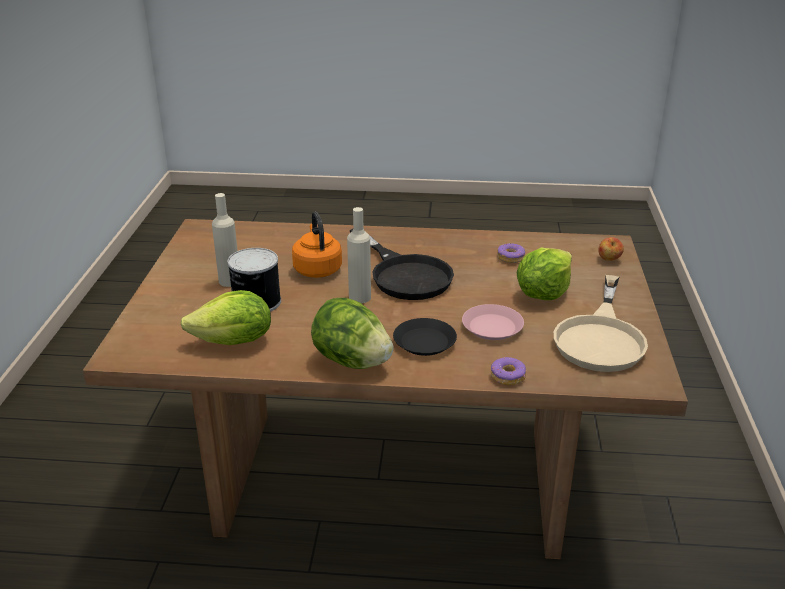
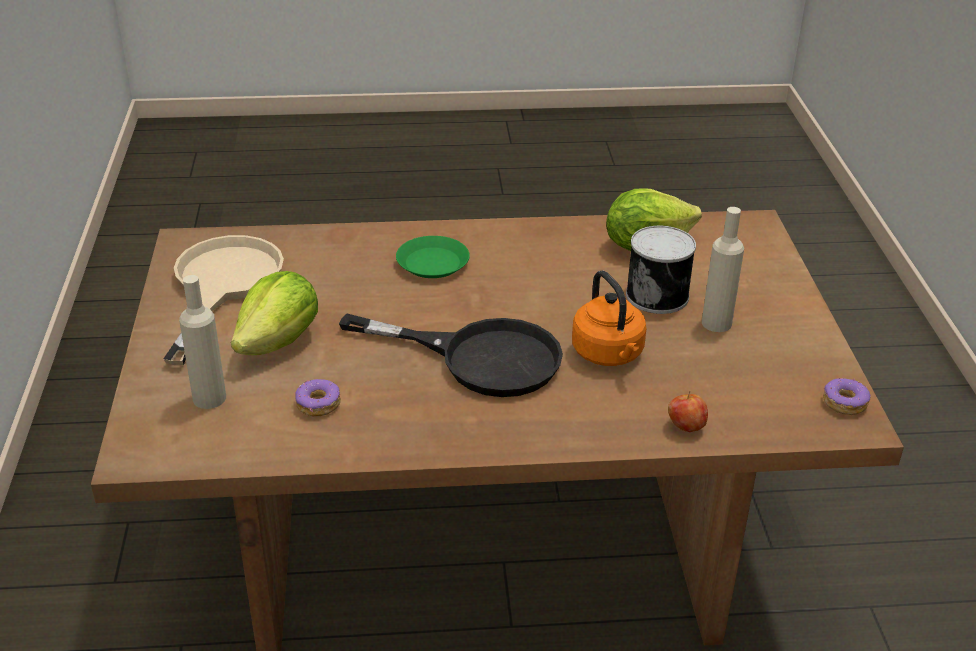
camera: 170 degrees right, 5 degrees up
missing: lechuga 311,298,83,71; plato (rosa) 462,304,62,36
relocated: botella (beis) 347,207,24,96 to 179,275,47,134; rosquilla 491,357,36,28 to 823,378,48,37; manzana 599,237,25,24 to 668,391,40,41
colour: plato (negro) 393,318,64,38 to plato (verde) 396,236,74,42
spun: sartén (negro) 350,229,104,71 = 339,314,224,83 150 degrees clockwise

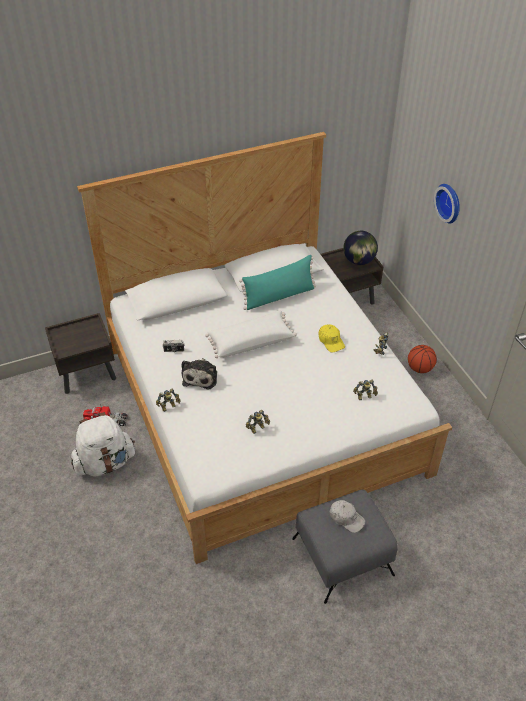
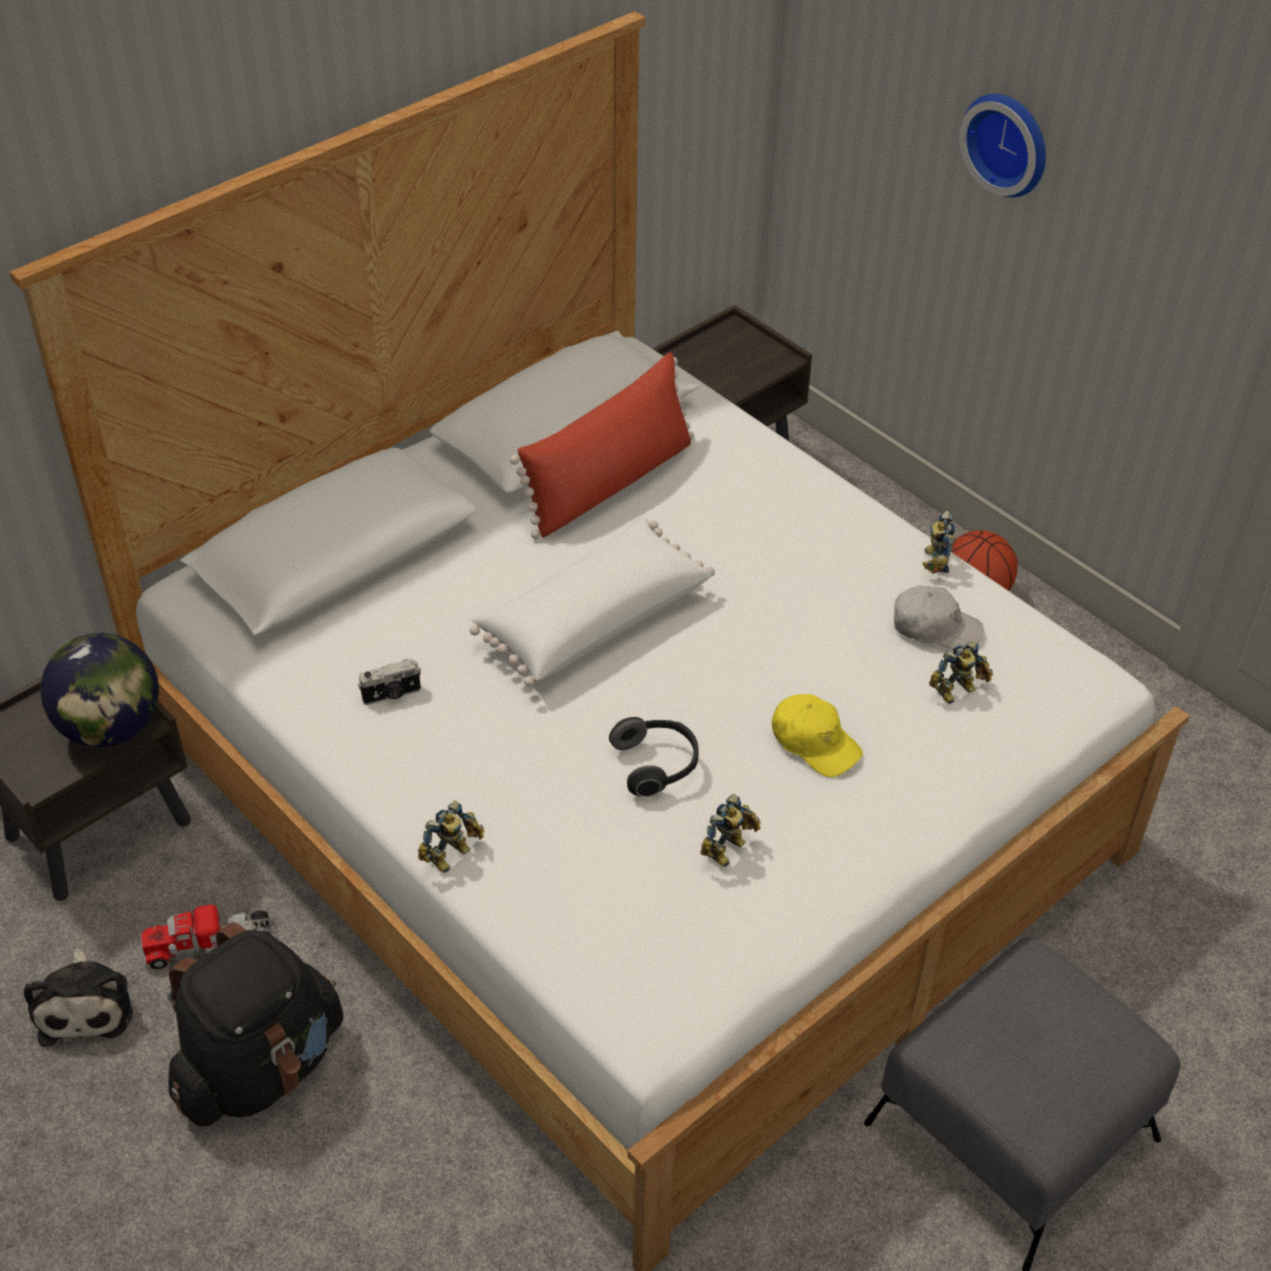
camera: 20 degrees left, 0 degrees up
appeared: auriculares 609,717,90,80
relocated: peluche 181,358,36,31 to 24,949,109,98; gorra (amarillo) 319,324,26,29 to 772,694,91,83; gorra (blanco) 330,500,36,33 to 894,585,90,65; globo terráqueo 343,231,35,34 to 40,633,119,114
colour: mochila (blanco) 71,412,64,65 to mochila (negro) 167,922,176,204; cojín (turquesa) 239,255,77,55 to cojín (rojo) 510,352,184,187

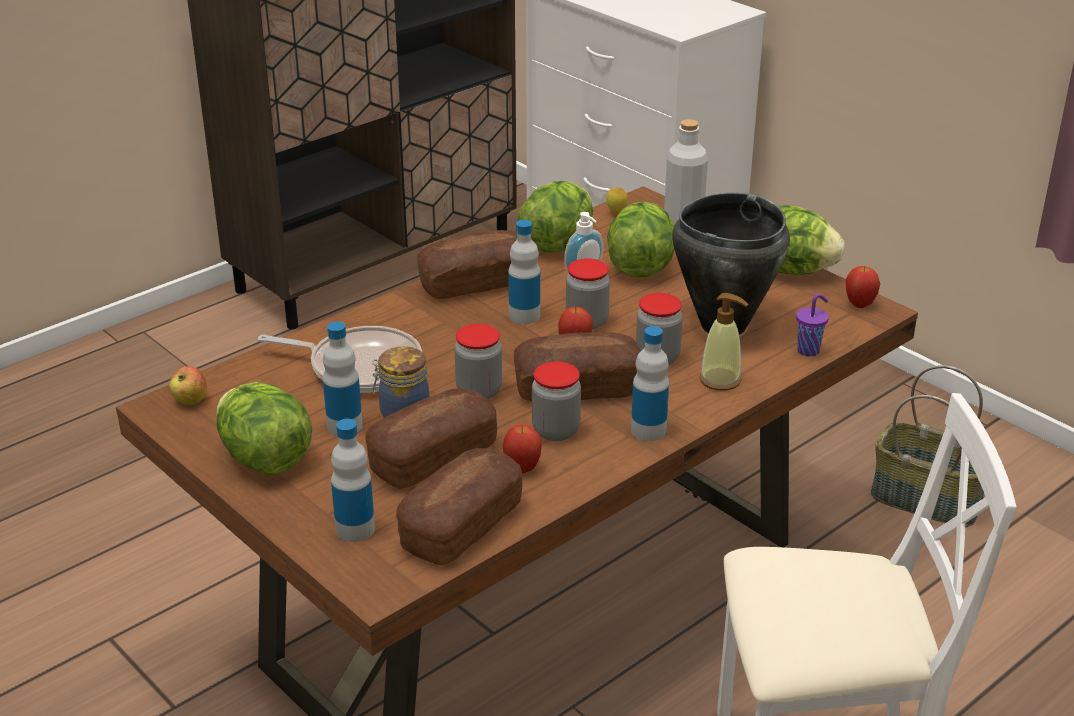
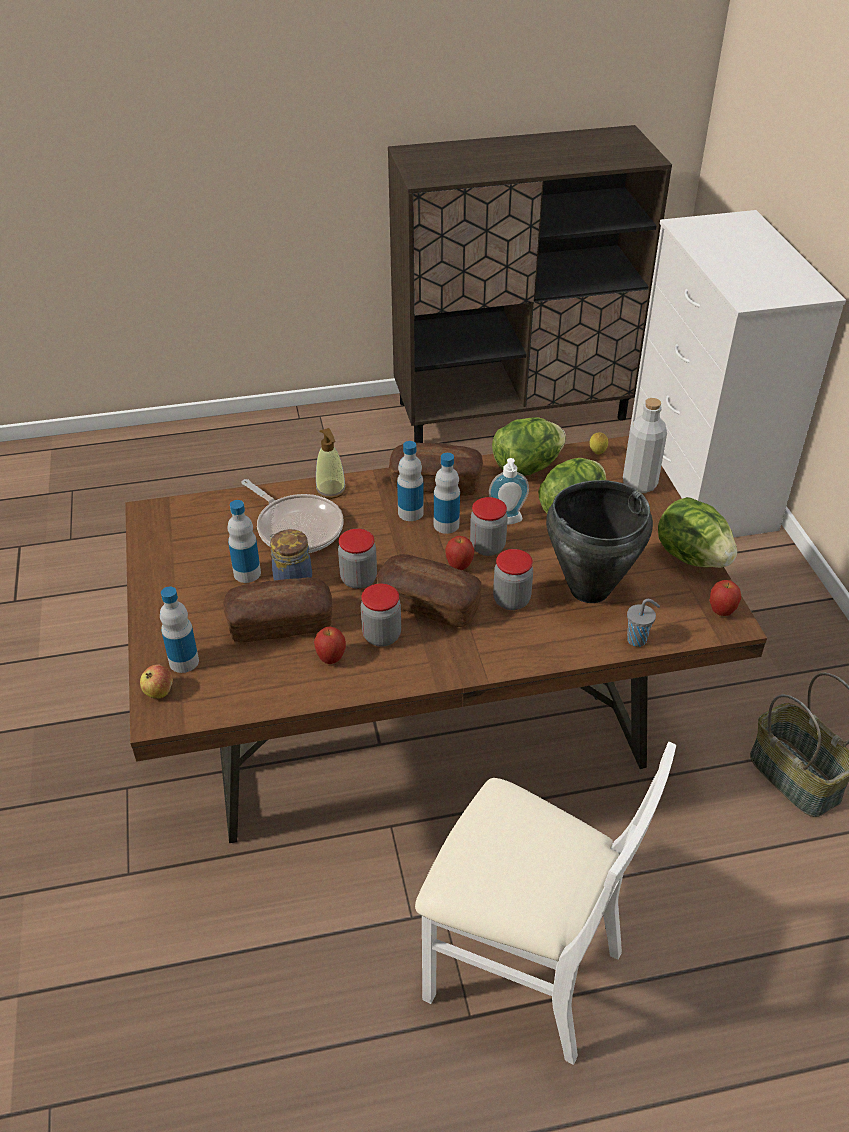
camera: 30 degrees right, 10 degrees up
missing: lechuga 216,382,96,93; pan 396,448,127,118
relocated: manzana 169,366,38,39 to 140,665,33,34; botella 631,326,38,115 to 397,441,27,80; dispensador de jabón 699,293,49,98 to 315,428,31,71
colour: taza (morado) 796,294,33,63 to taza (gris) 627,599,33,48

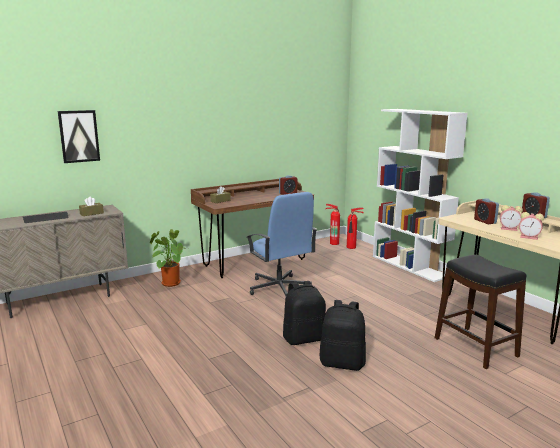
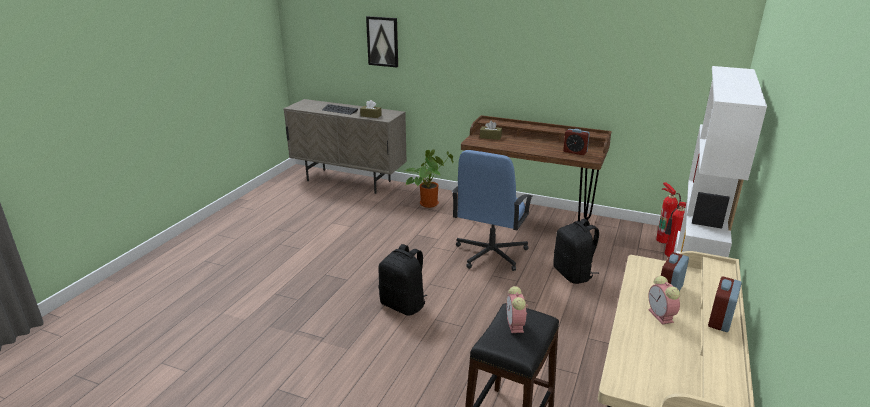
camera: 55 degrees right, 10 degrees up
relocated: mochila (negro) 320,300,46,71 to 553,219,46,65; despertador 519,212,25,28 to 506,286,22,47

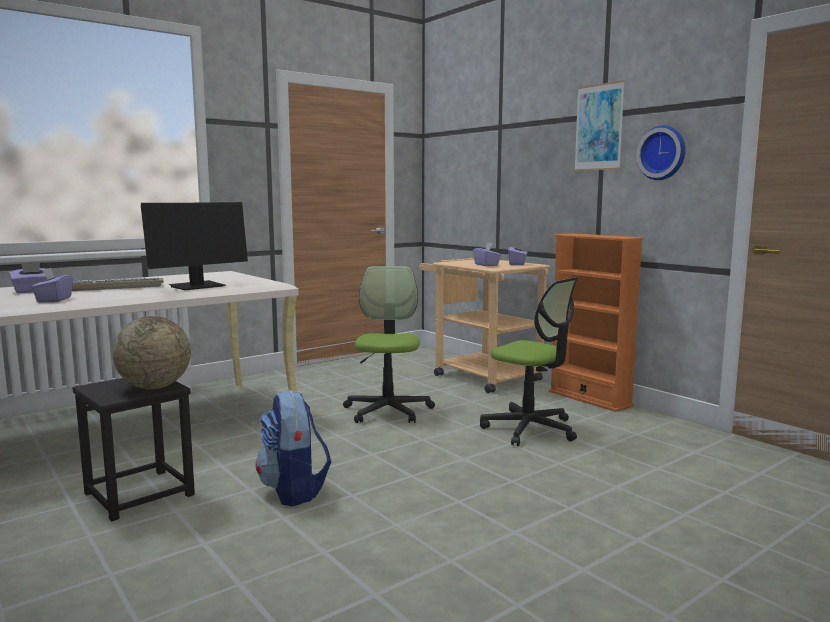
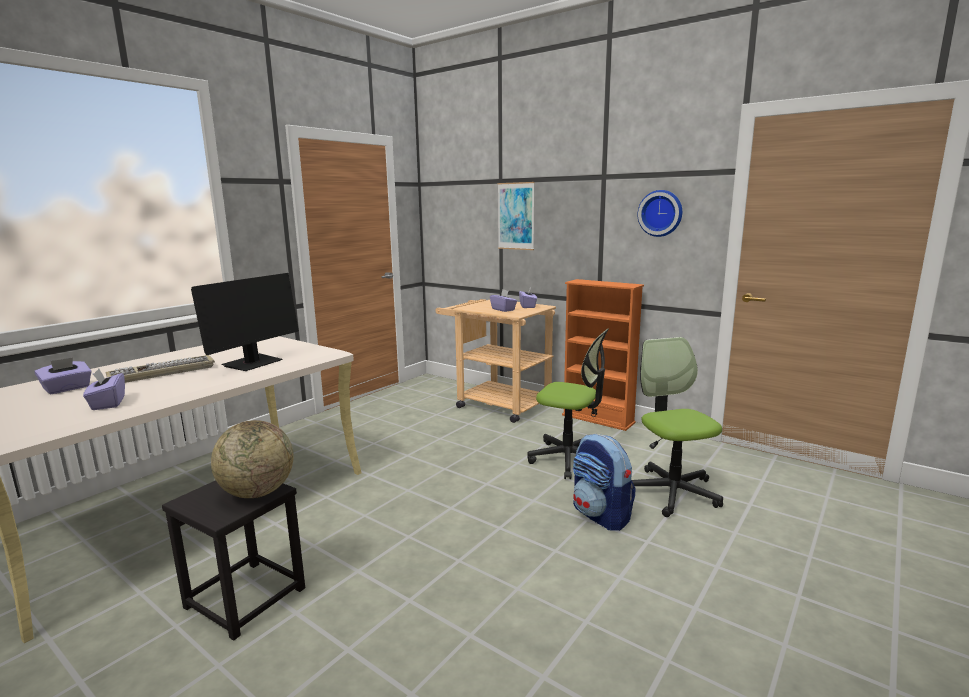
camera: 15 degrees left, 5 degrees up
relocated: mochila 256,390,75,116 to 573,434,62,97; silla de oficina 343,266,92,157 to 632,337,91,180; cuadro 574,80,51,91 to 498,182,37,68

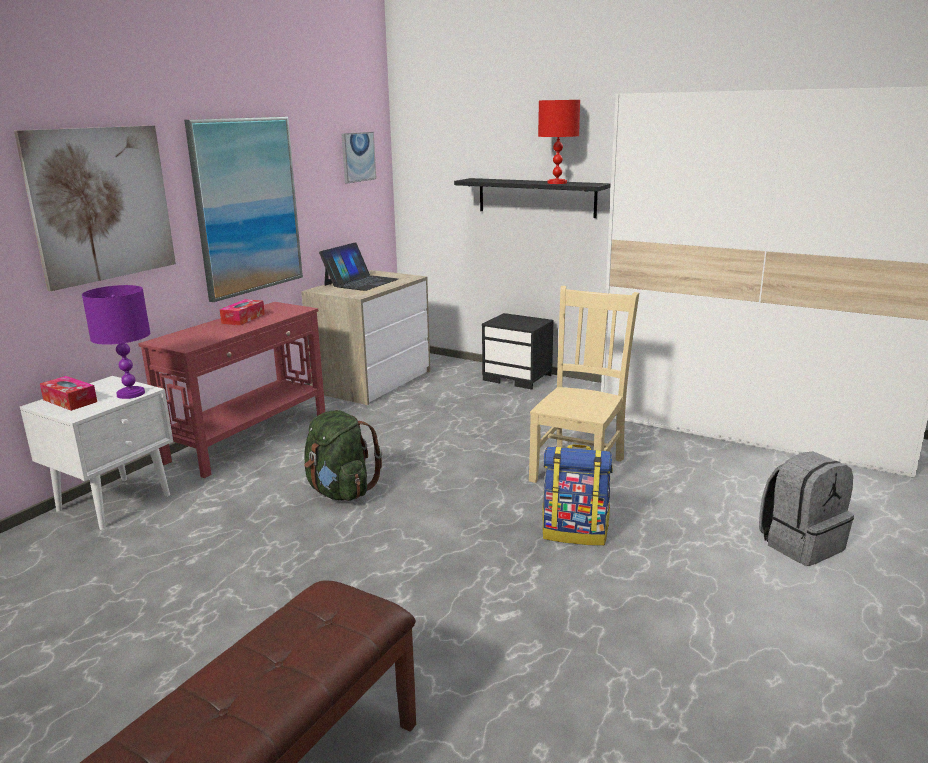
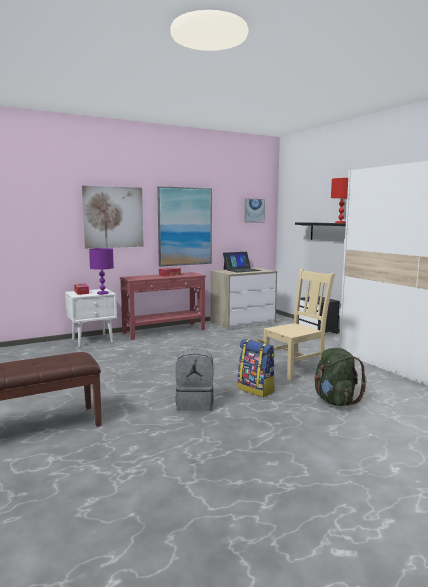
camera: 30 degrees right, 10 degrees down
relocated: mochila (verde) 304,410,78,91 to 314,348,53,58; mochila (gris) 759,451,95,115 to 175,349,39,62

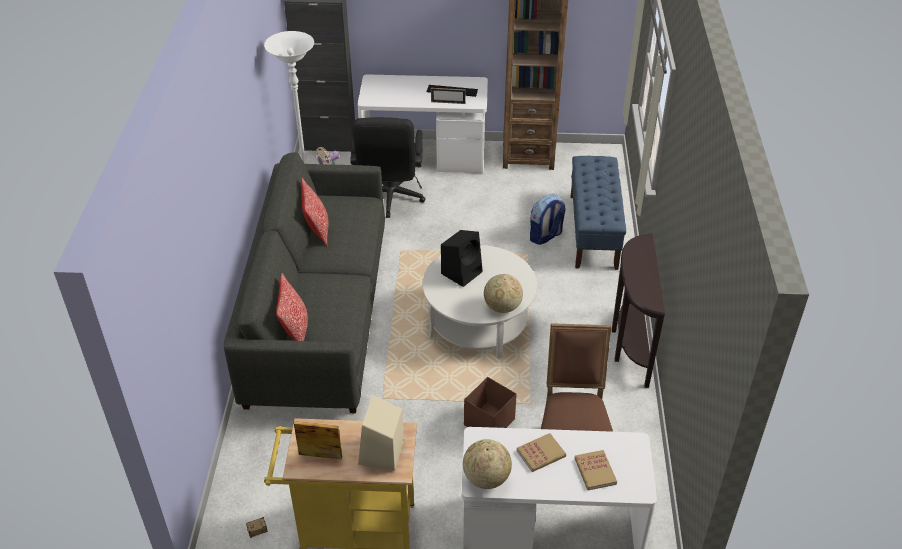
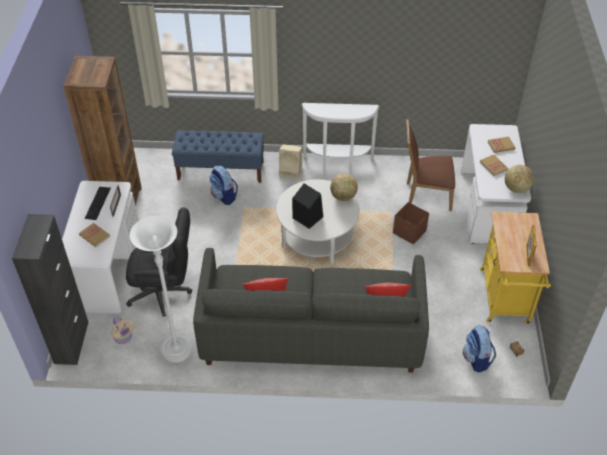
camera: 90 degrees left, 5 degrees up
appeared: libro 79,223,31,24; mochila 463,325,33,48
relocated: altavoz (beis) 358,395,46,76 to 279,144,23,35
colour: mesa consola (marrón) 612,233,53,155 to mesa consola (blanco) 302,103,77,67

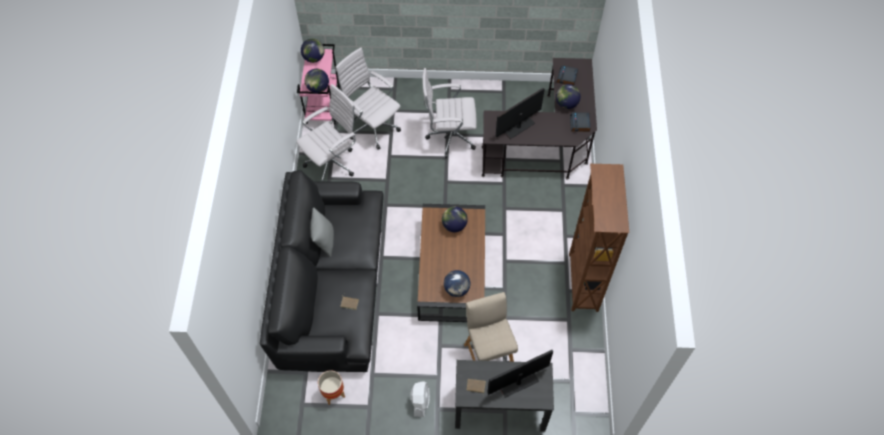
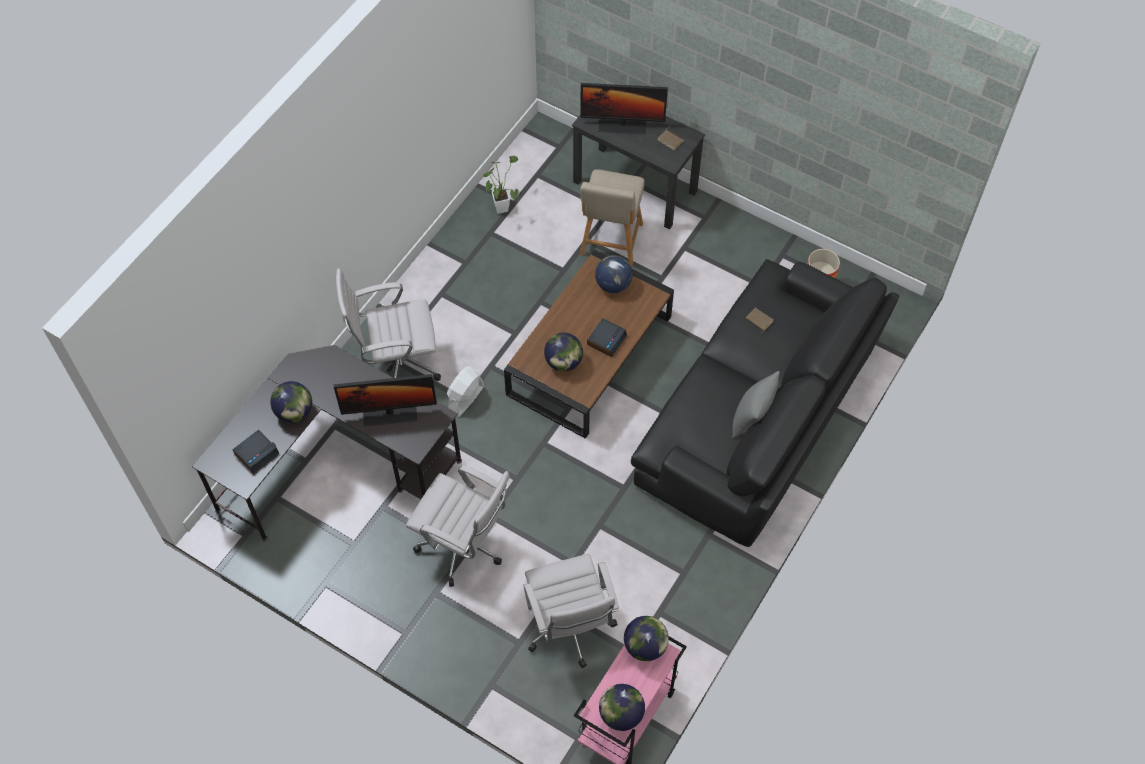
camera: 150 degrees left, 0 degrees up
missing: estantería (marrón) 569,164,60,148
appeared: planta en maceta 483,156,36,58
relocated: silla de oficina (blanco) 296,84,60,97 to 336,268,105,113; ventilador (blanco) 410,381,20,36 to 447,366,37,51; despertador 570,112,21,20 to 587,318,40,39

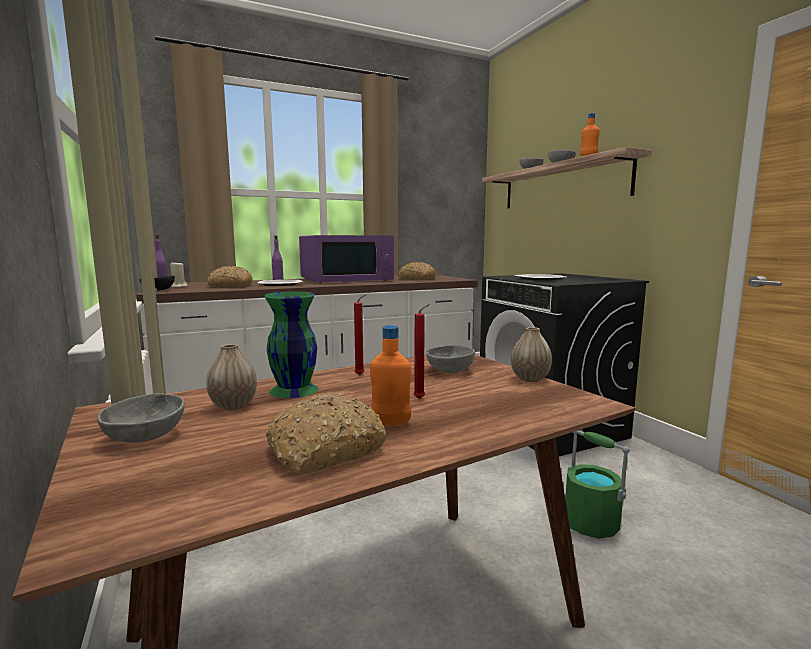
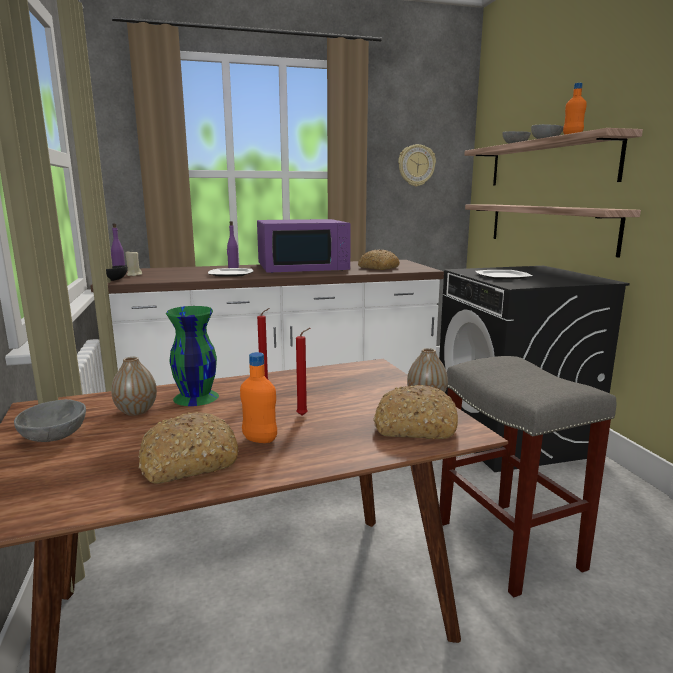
camera: 10 degrees right, 5 degrees up
missing: cuenco (gris) 426,346,49,27
appeared: reloj de pared 398,144,38,43; estante 465,204,176,54
relocated: pan 207,266,45,21 to 373,385,85,54
exchanged: cubo (verde) 565,431,65,108 to taburete (gris) 439,356,177,241

